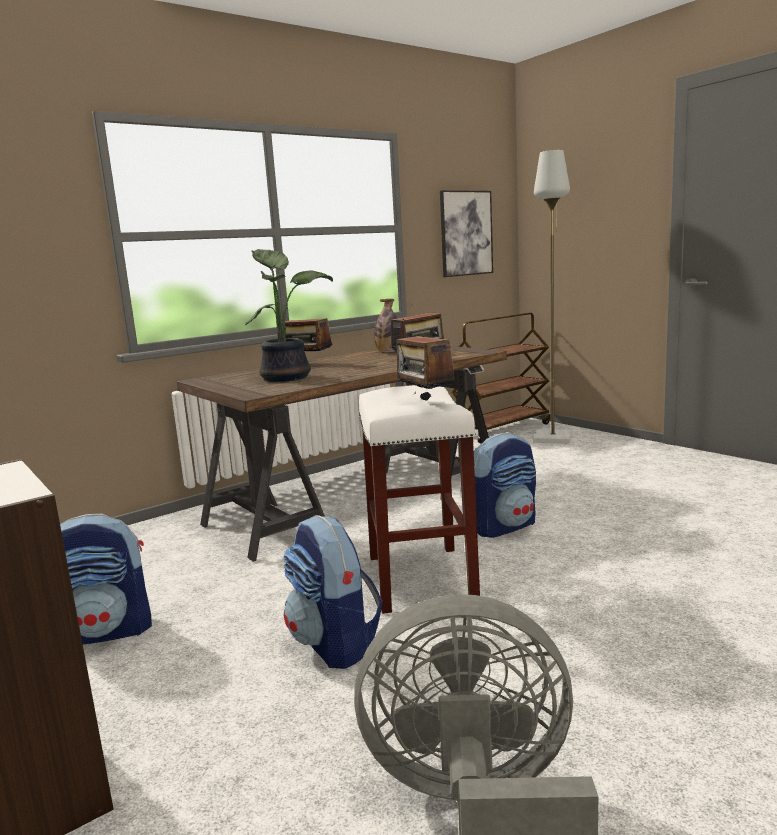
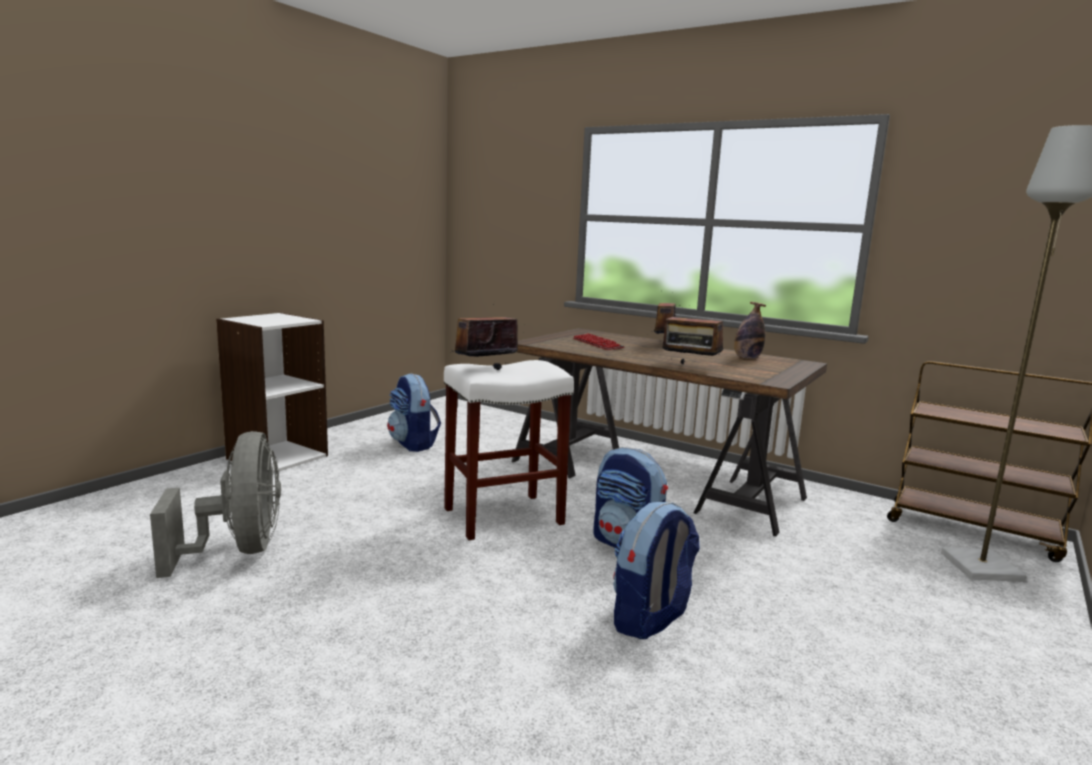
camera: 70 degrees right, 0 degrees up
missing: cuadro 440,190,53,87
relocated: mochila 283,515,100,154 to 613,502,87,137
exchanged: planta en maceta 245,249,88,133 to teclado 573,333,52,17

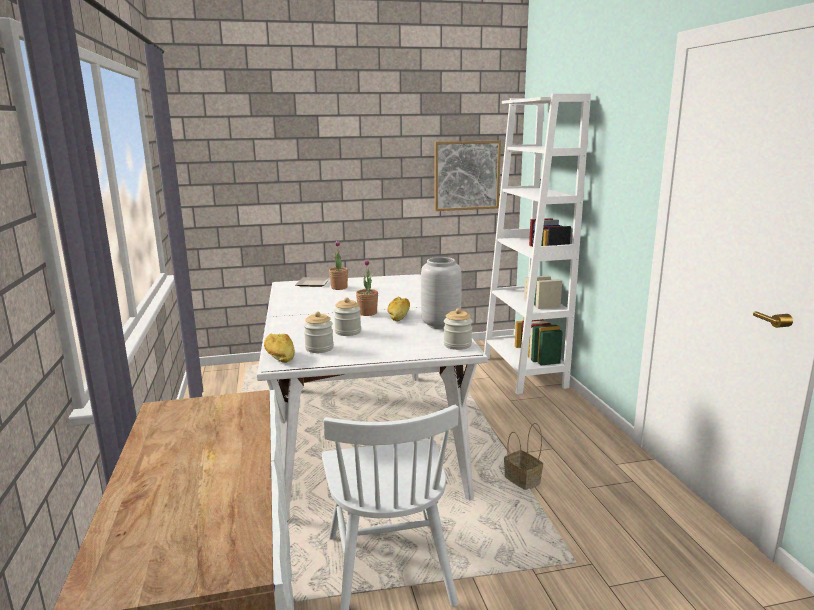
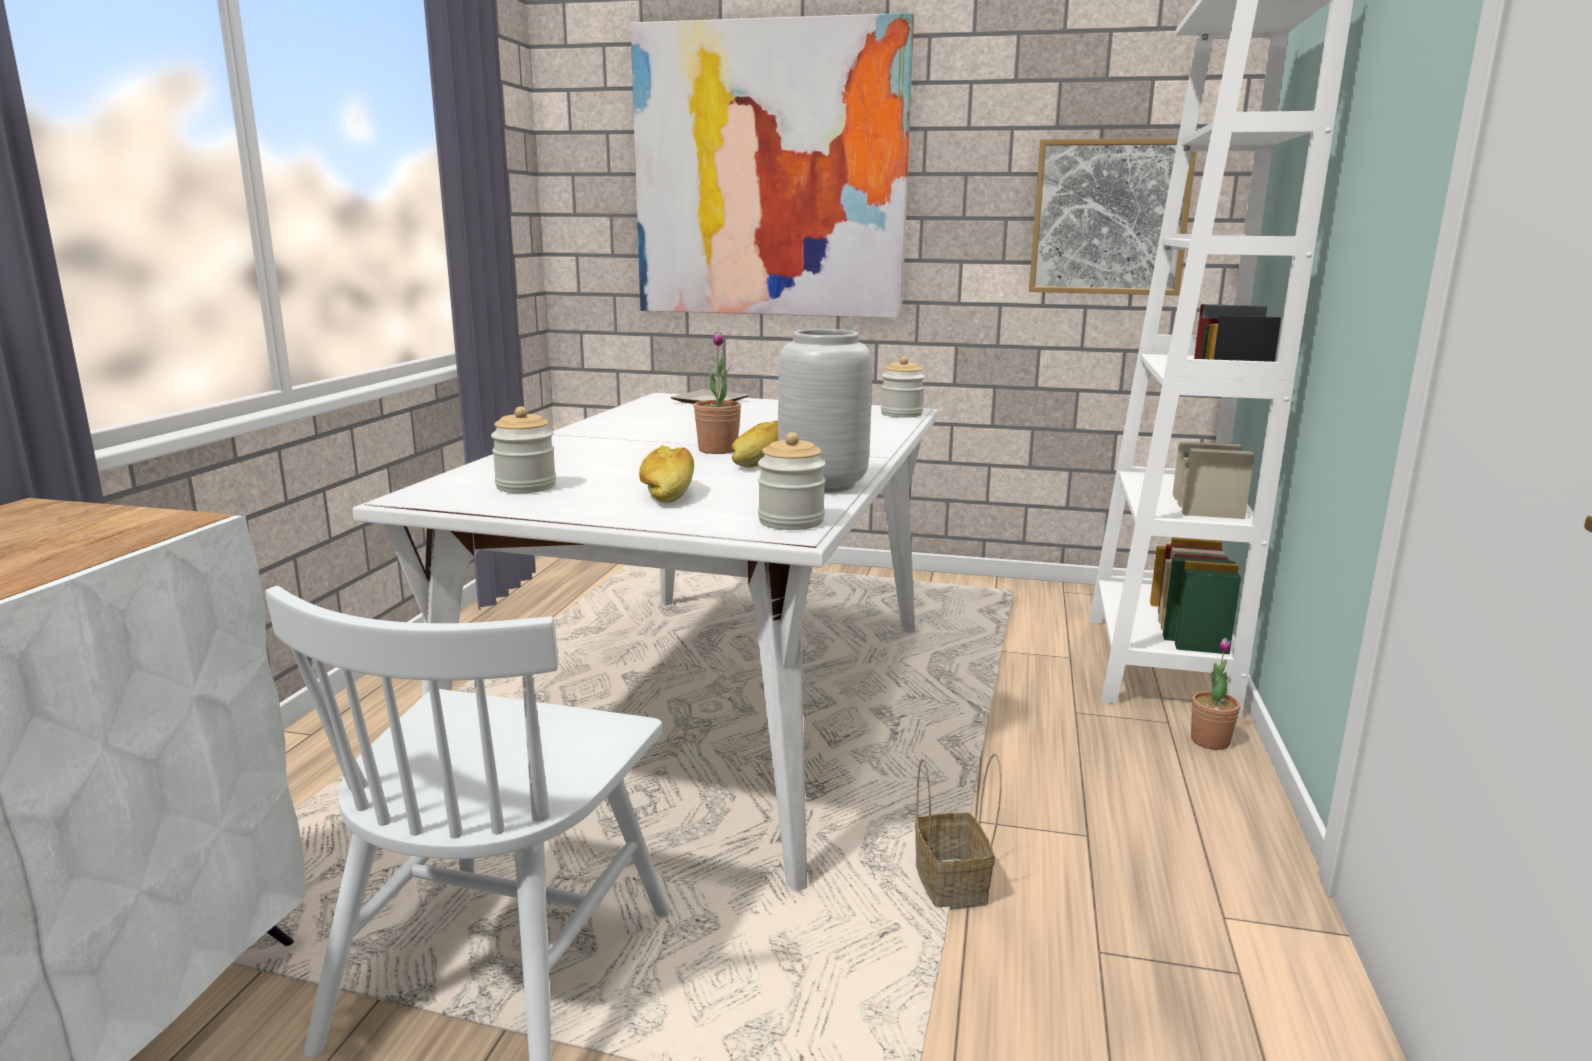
camera: 25 degrees right, 0 degrees up
appeared: cuadro 630,13,284,305
relocated: pan 264,334,31,29 to 639,445,55,58; planta en maceta 329,241,19,49 to 1191,638,49,112; tarro 334,297,27,39 to 881,356,44,62

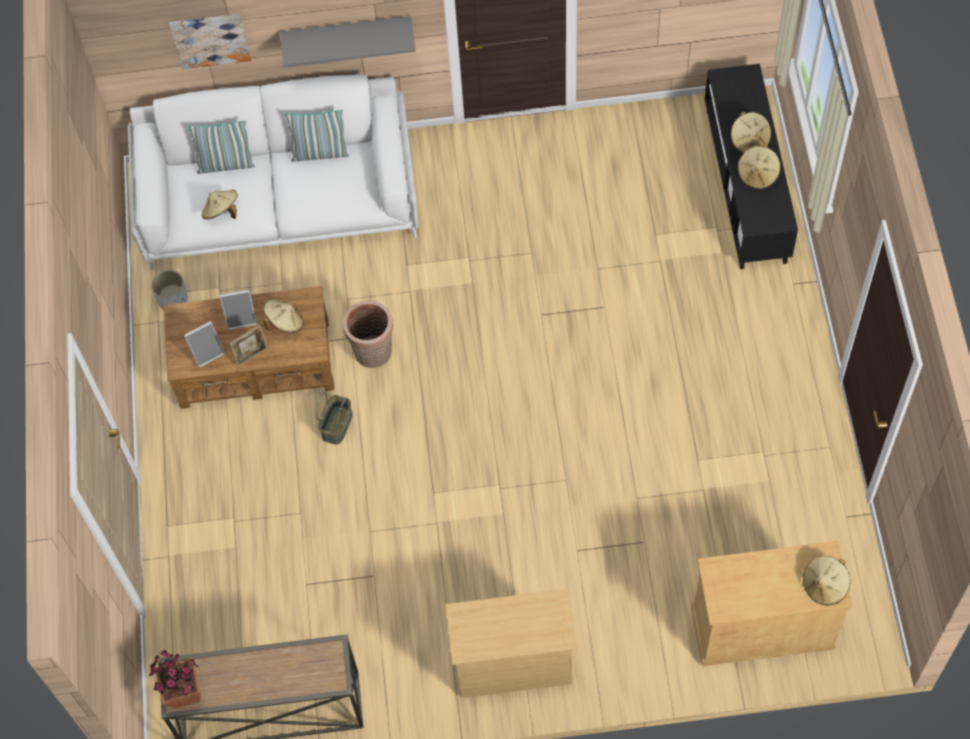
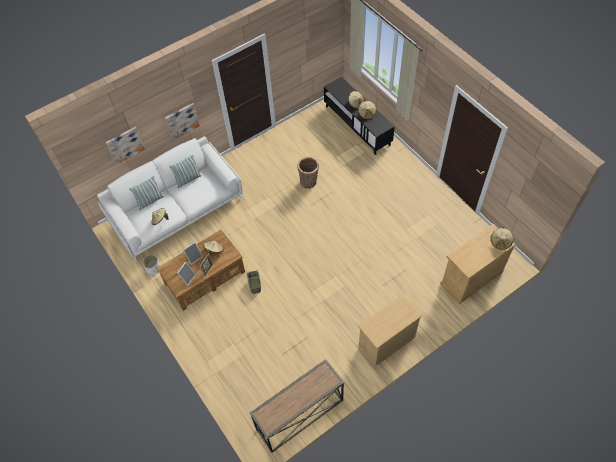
camera: 30 degrees left, 5 degrees down
missing: planta en maceta 149,650,52,59
relocated: cesta 343,300,50,68 to 297,157,22,32
exchanged: estante (gris) 280,16,136,51 to cuadro 165,103,35,37

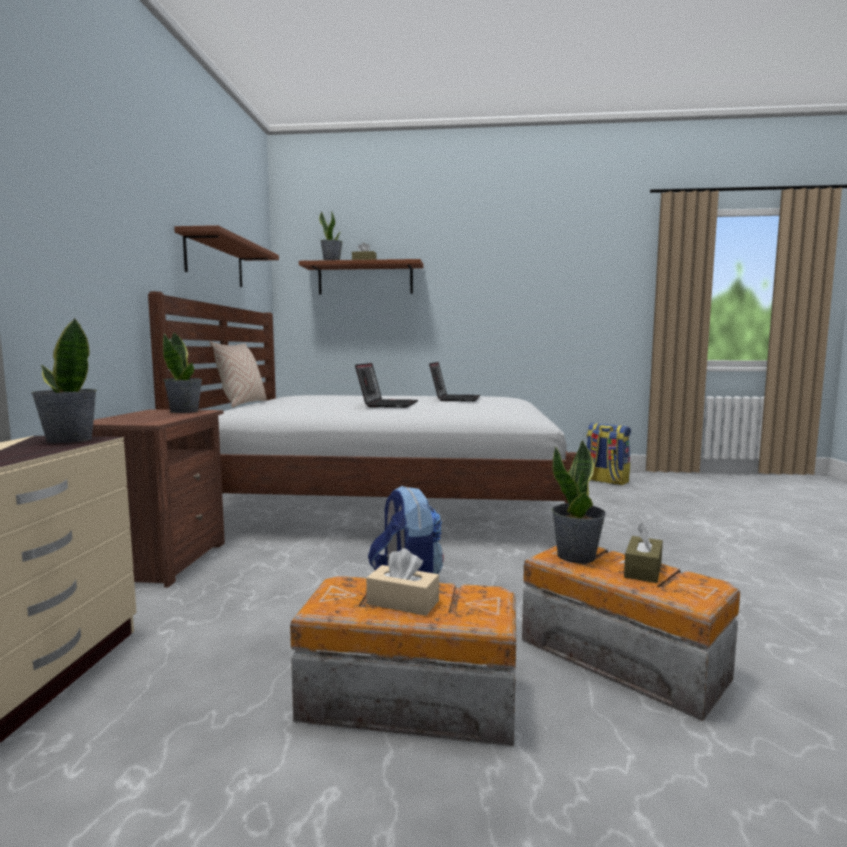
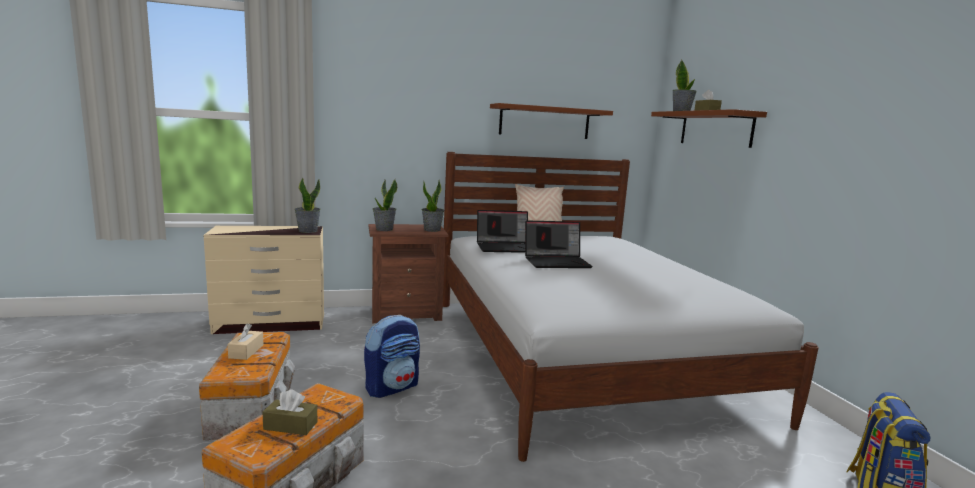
camera: 70 degrees right, 5 degrees up
relocated: portátil 429,362,51,40 to 477,210,51,43; planta en maceta 552,440,54,123 to 373,179,24,52

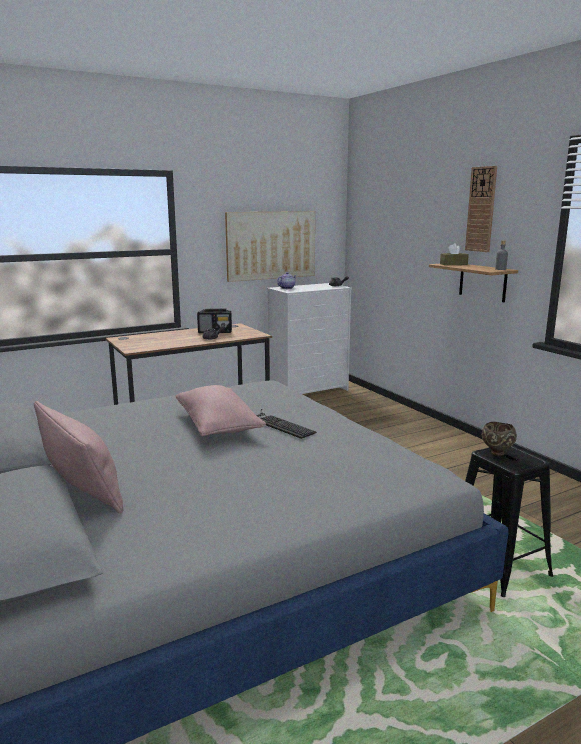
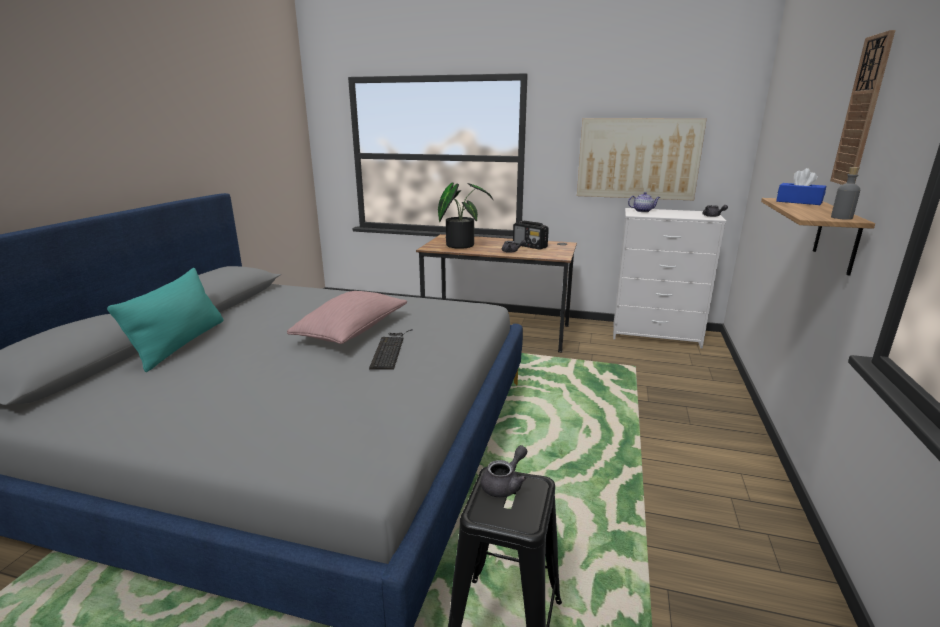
camera: 45 degrees right, 5 degrees up
appeared: planta en maceta 438,182,55,67
exchanged: cuenco (marrón) 482,422,35,34 to tetera (gris) 481,445,46,53
colour: cojín (rosa) 34,401,90,113 to cojín (turquesa) 107,268,117,104; caja de pañuelos (marrón) 440,243,29,22 to caja de pañuelos (azul) 776,168,50,37

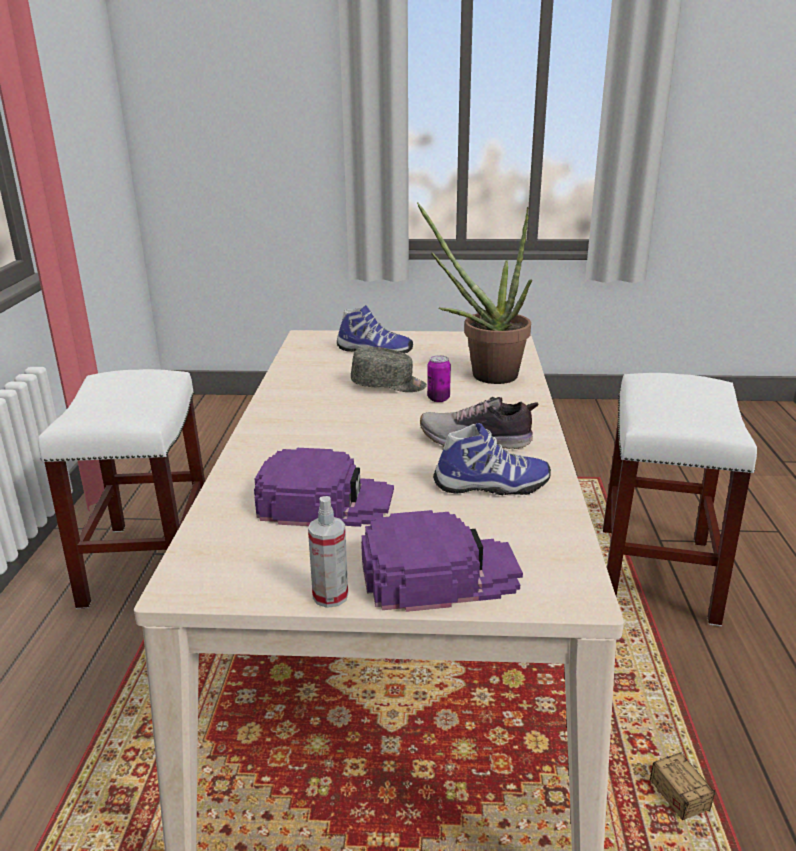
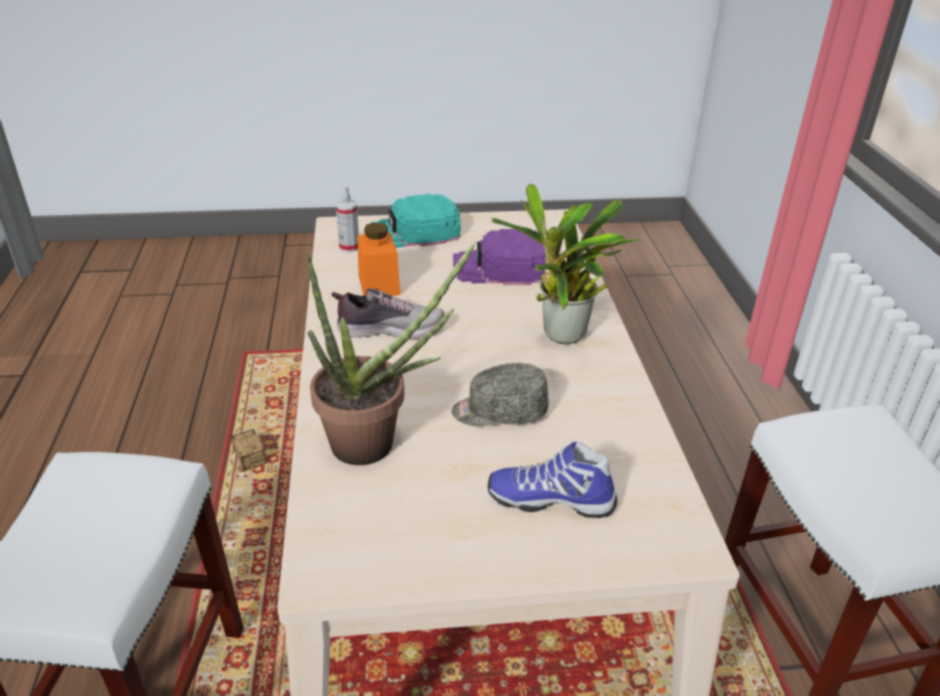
camera: 170 degrees right, 10 degrees up
missing: lata 427,355,24,47
appeared: planta en maceta 491,184,151,160
relocated: pulverizador 308,496,40,112 to 336,186,23,67
exchanged: zapato 433,423,118,72 to tarro (naranja) 357,223,44,73
colour: gorra (morado) 361,510,162,102 to gorra (turquesa) 366,194,95,54

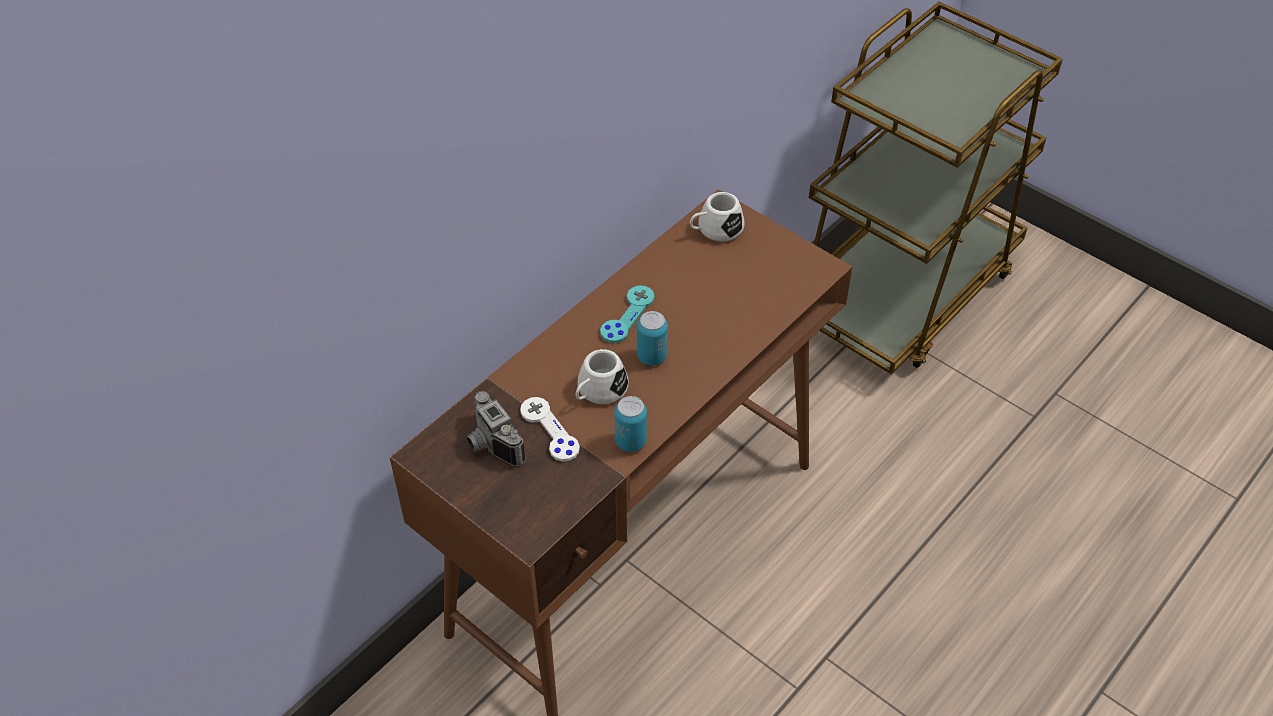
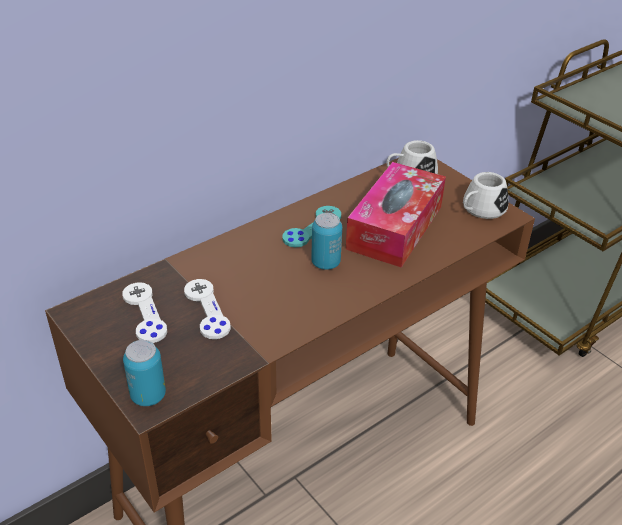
camera: 10 degrees right, 10 degrees down
appeared: caja de pañuelos 346,162,100,106
relocated: taza grande (blanco) 575,349,54,55 to 463,172,46,47; lata 615,396,32,56 to 123,340,43,66
exchanged: cámara 467,391,59,75 to mando de consola (blanco) 122,282,45,61

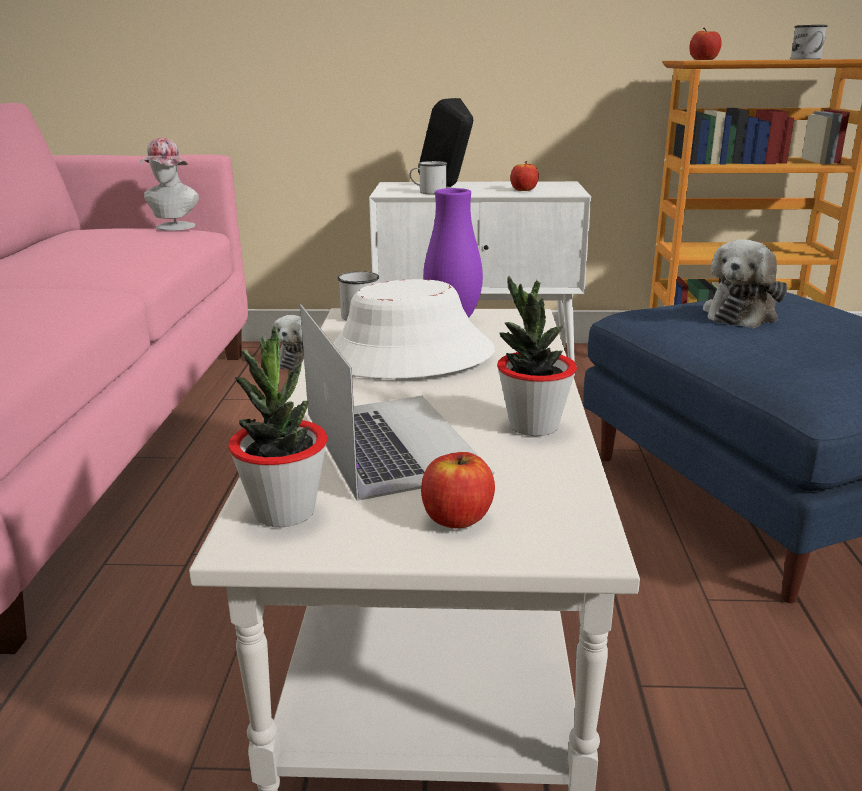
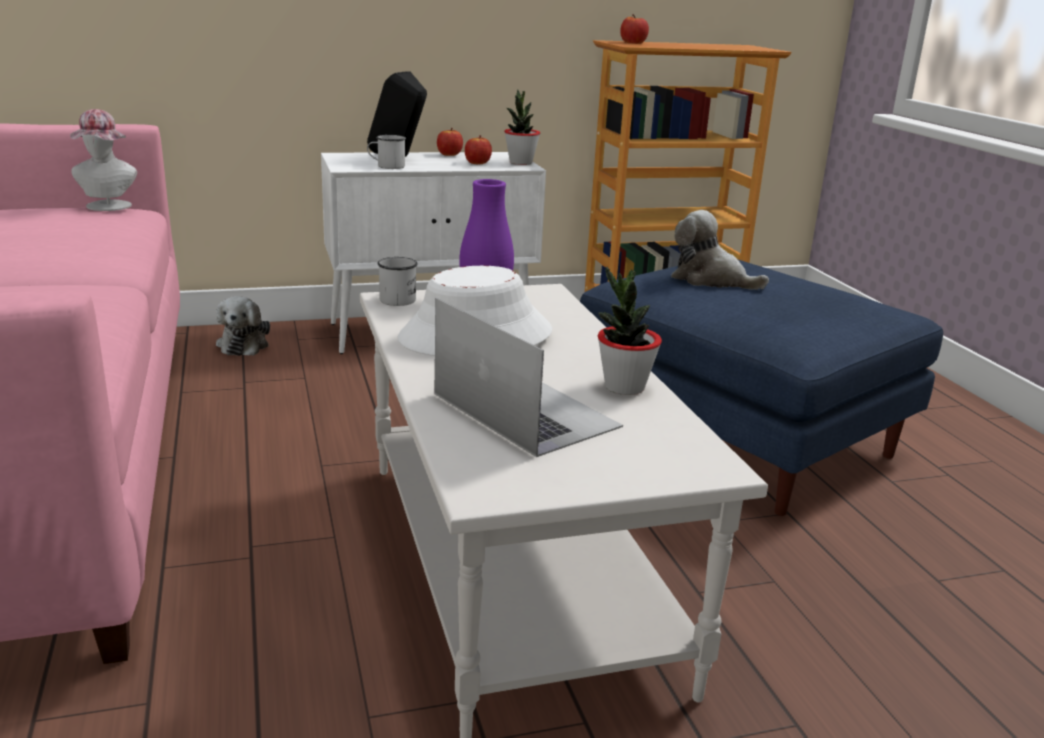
camera: 20 degrees left, 0 degrees up
missing: taza grande (blanco) 791,25,37,34
relocated: planta en maceta 228,325,99,202 to 504,90,36,75; manzana 421,452,74,76 to 437,128,26,28
spun: peluche 703,239,85,89 = 671,210,98,80 105 degrees clockwise

